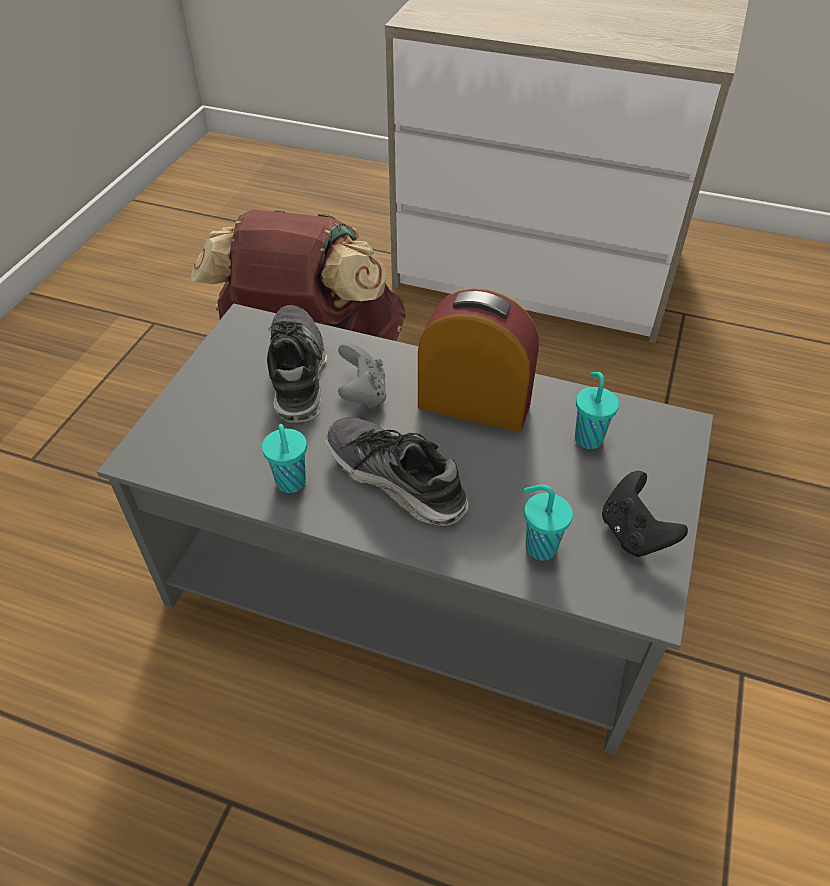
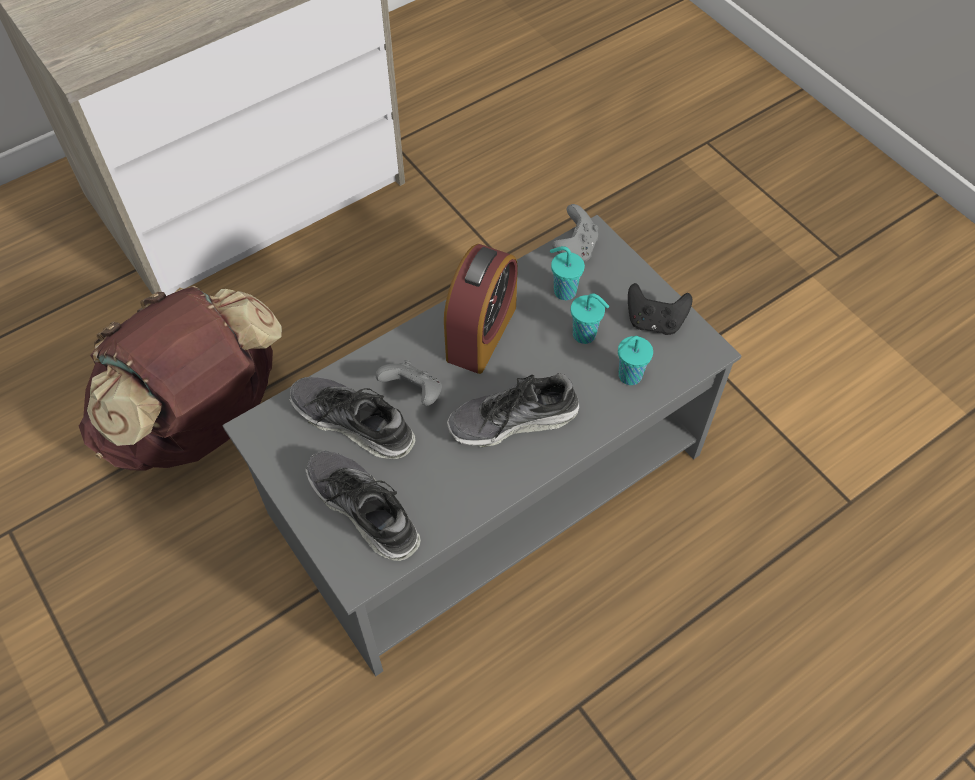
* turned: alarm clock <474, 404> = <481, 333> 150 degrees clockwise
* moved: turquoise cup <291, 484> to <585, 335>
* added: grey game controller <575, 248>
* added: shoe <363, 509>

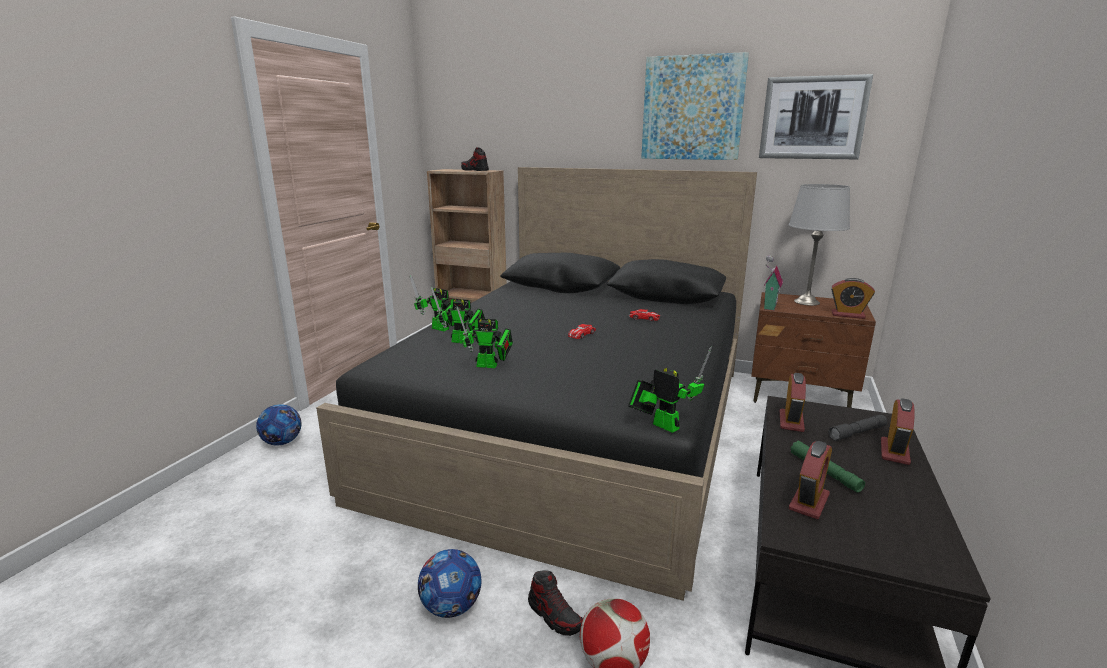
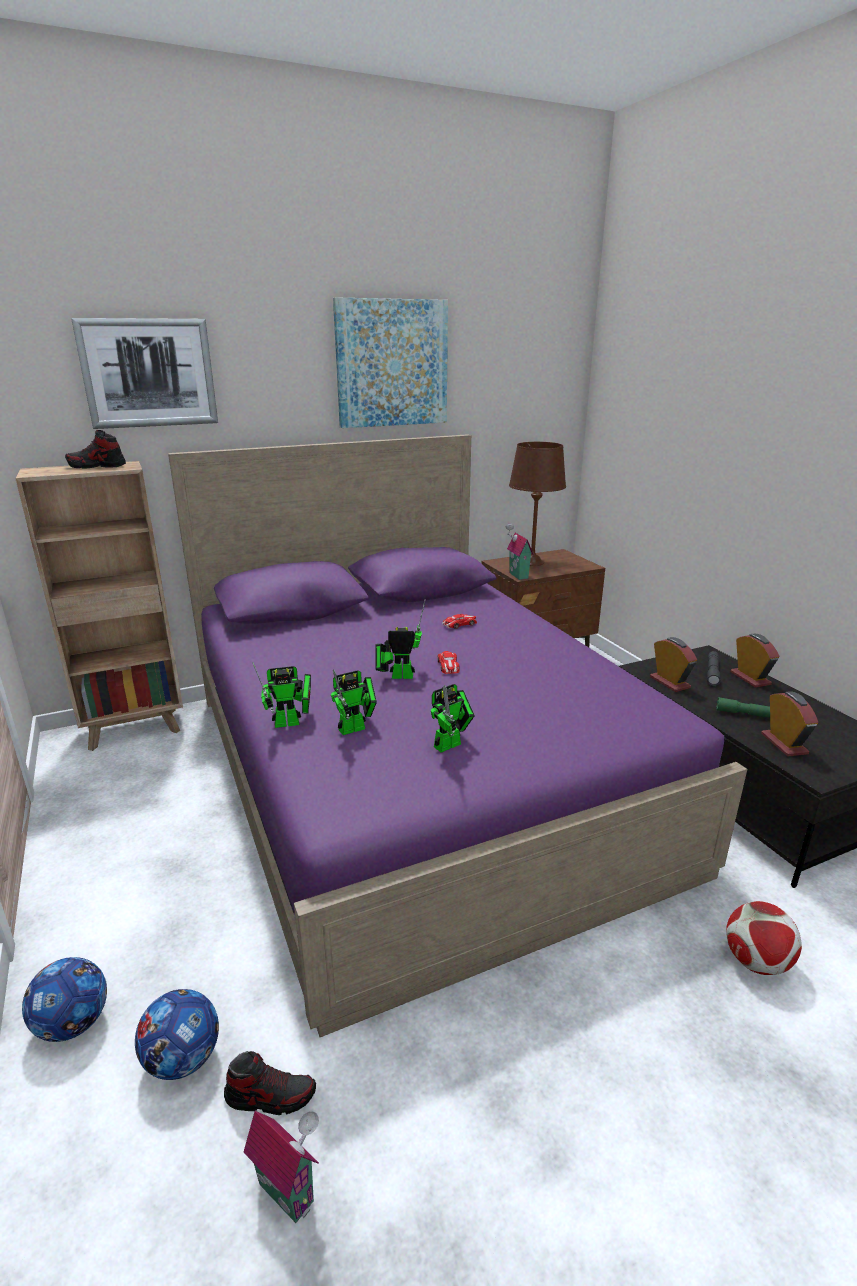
* moved: picture <812, 118> to <149, 373>
* recoloured: black bed <576, 425> to purple bed <416, 773>
* recoloured: grey table lamp <806, 302> to brown table lamp <531, 562>
* removed: alarm clock <848, 315>
* moved: toy robot <662, 425> to <398, 676>
* moved: football <451, 607> to <183, 1058>
* moved: shoe <555, 615> to <271, 1096>
* added: toy house <289, 1189>

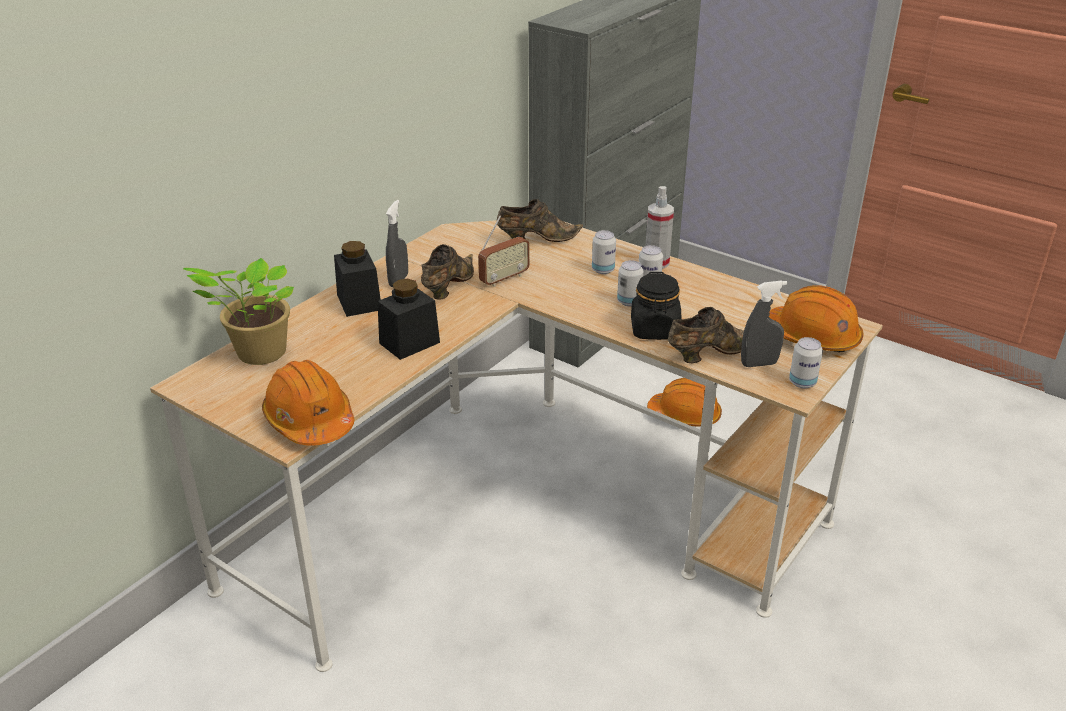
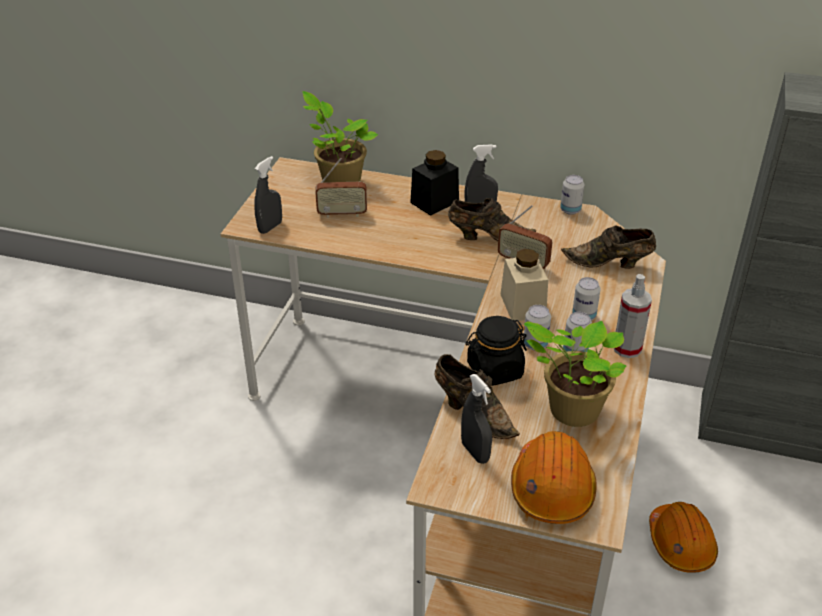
* turned: brown shoe <536, 240> = <609, 263> 135 degrees clockwise
* removed: black jar <409, 343>
* moved: can <802, 382> to <570, 210>
* replaced: orange hard hat <309, 420> to grey spray bottle <270, 227>
* added: radio <342, 214>
* added: beige jar <522, 305>
* added: potted plant <570, 410>

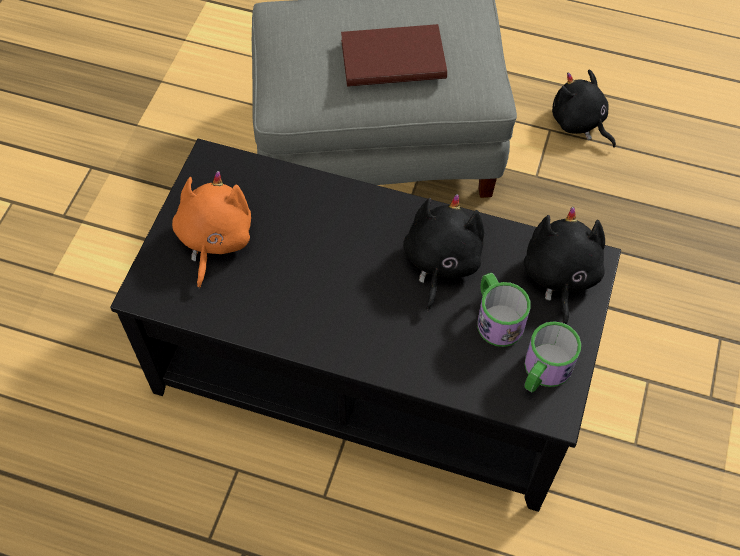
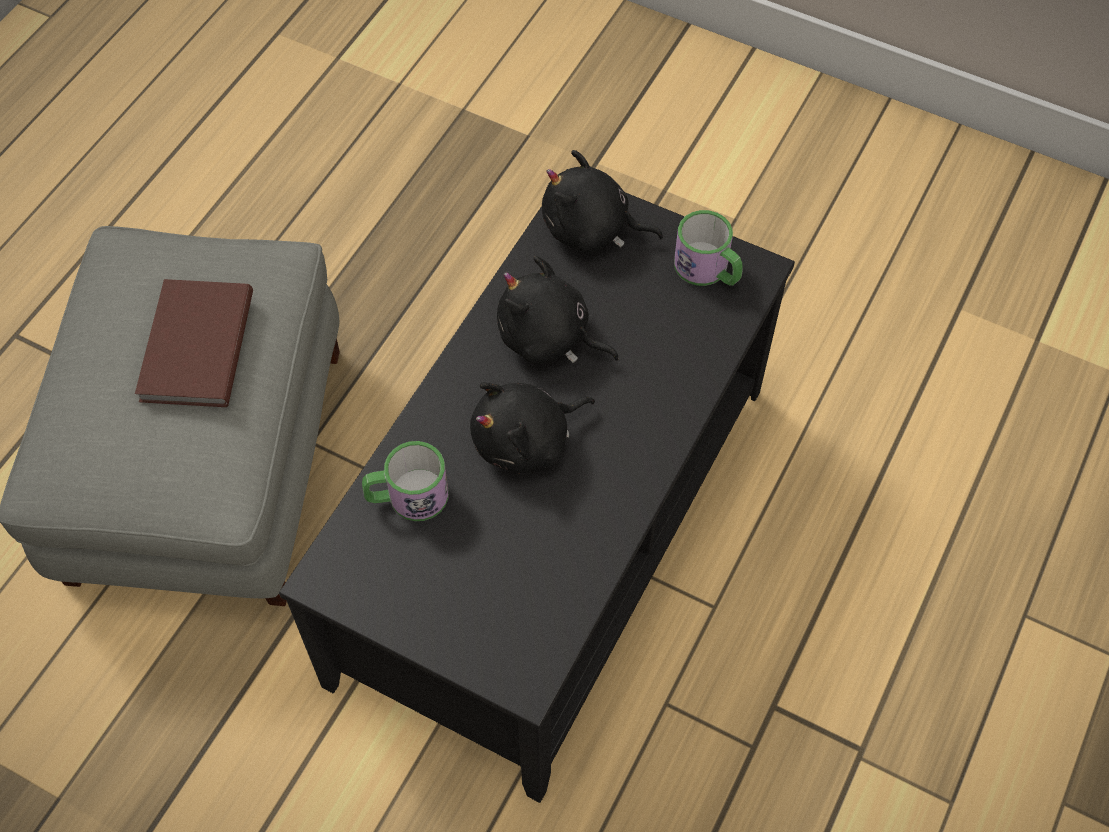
* moved: black plush toy <579, 123> to <527, 441>
* removed: orange plush toy <214, 239>
* moved: mug <496, 318> to <407, 497>

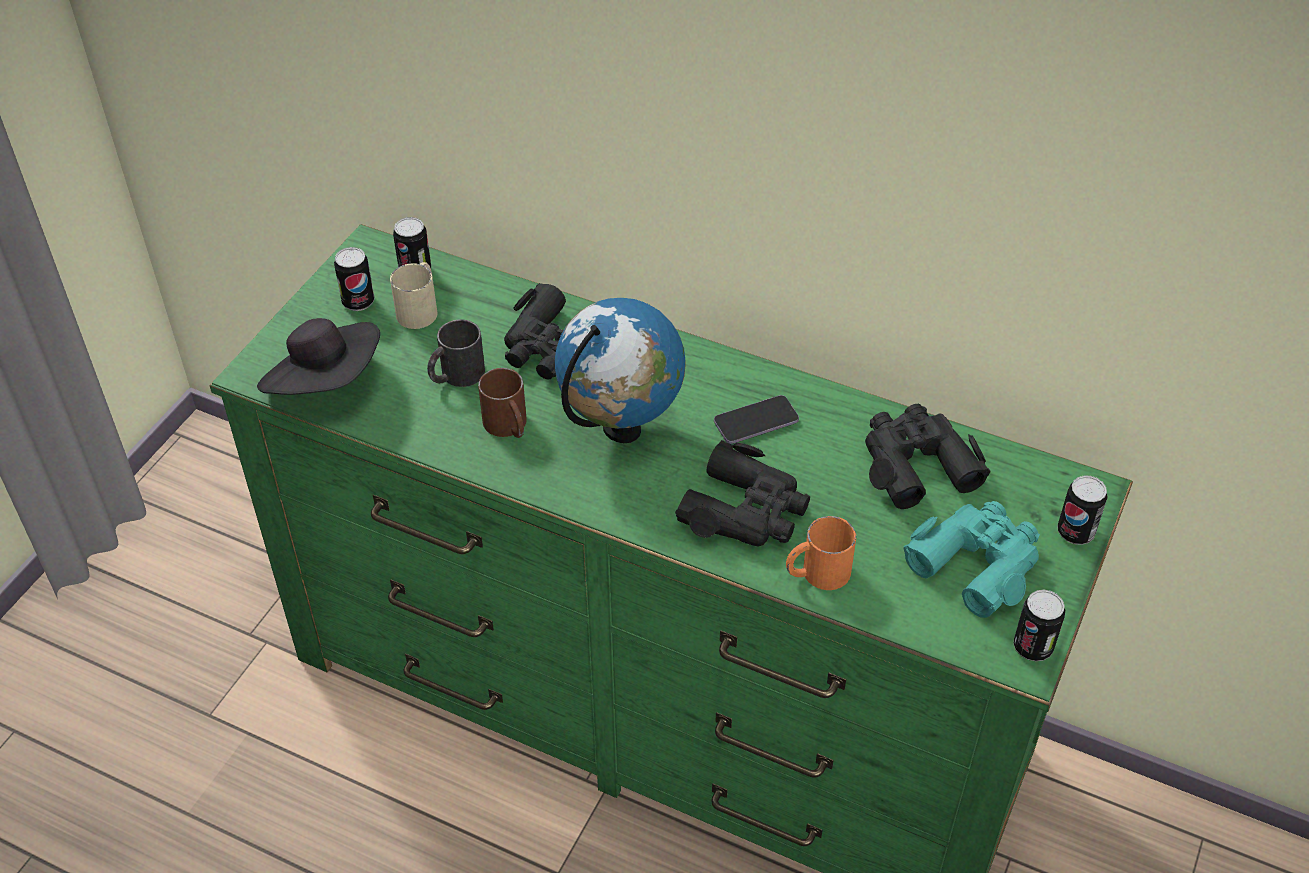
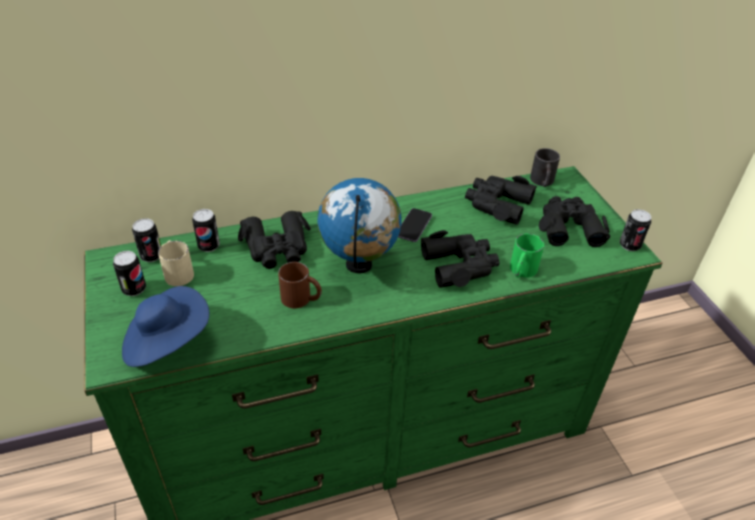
* recoloured: black hat <326, 384> to blue hat <167, 342>
* moved: black mug <456, 376> to <542, 182>
* moved: can <1075, 532> to <209, 246>
* recoloured: turquoise binoculars <977, 562> to black binoculars <569, 227>
* recoloured: orange mug <817, 573> to green mug <521, 271>

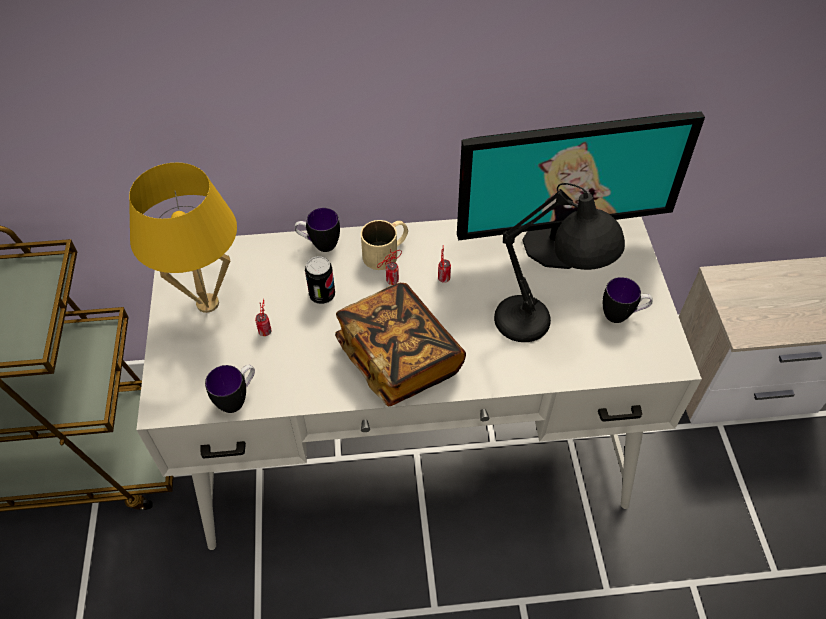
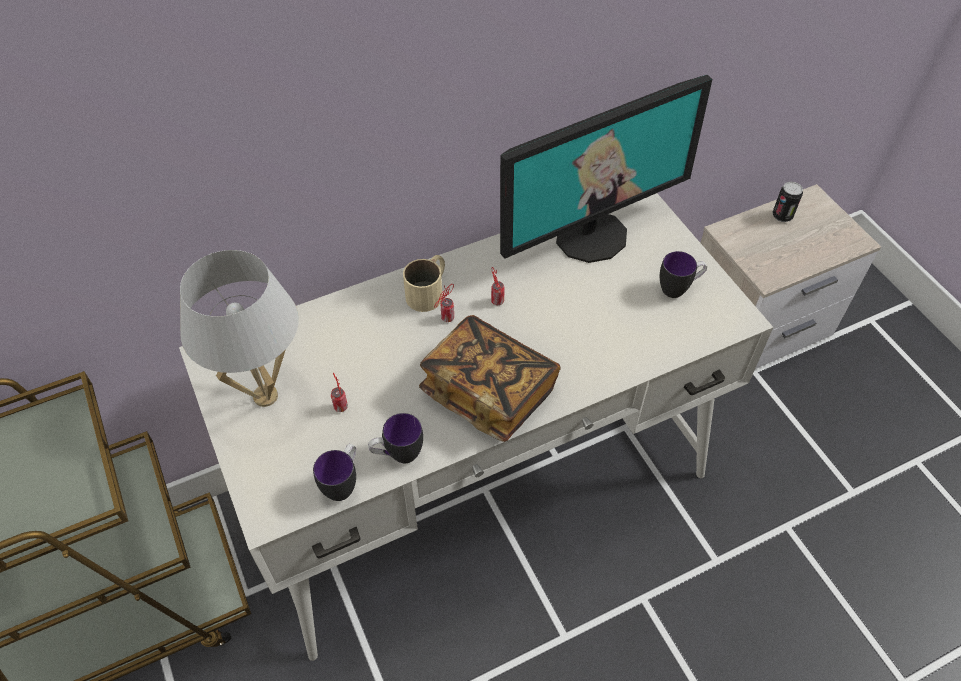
* recoloured: yellow table lamp <207, 303> to white table lamp <265, 396>
* removed: black table lamp <541, 332>
* moved: mug <319, 244> to <398, 455>
* moved: can <322, 295> to <782, 216>

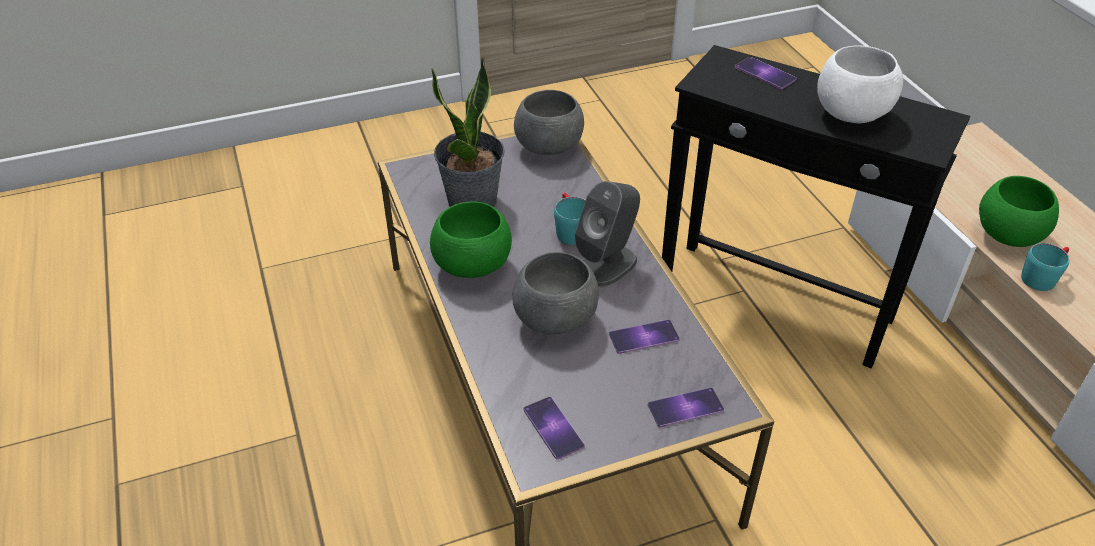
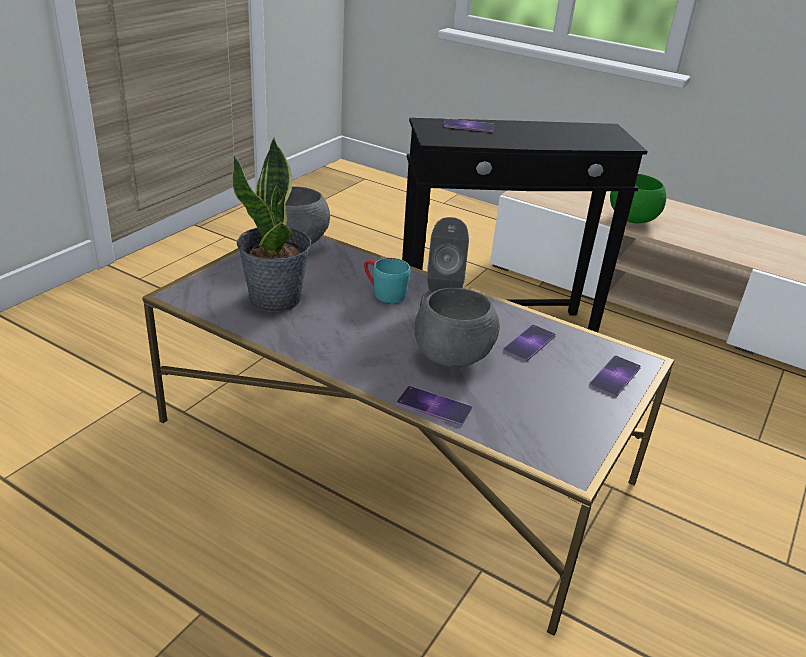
* removed: white bowl <852, 114>
* removed: green bowl <473, 267>
* removed: turquoise mug <1042, 276>
* moved: phone <553, 428> to <434, 406>

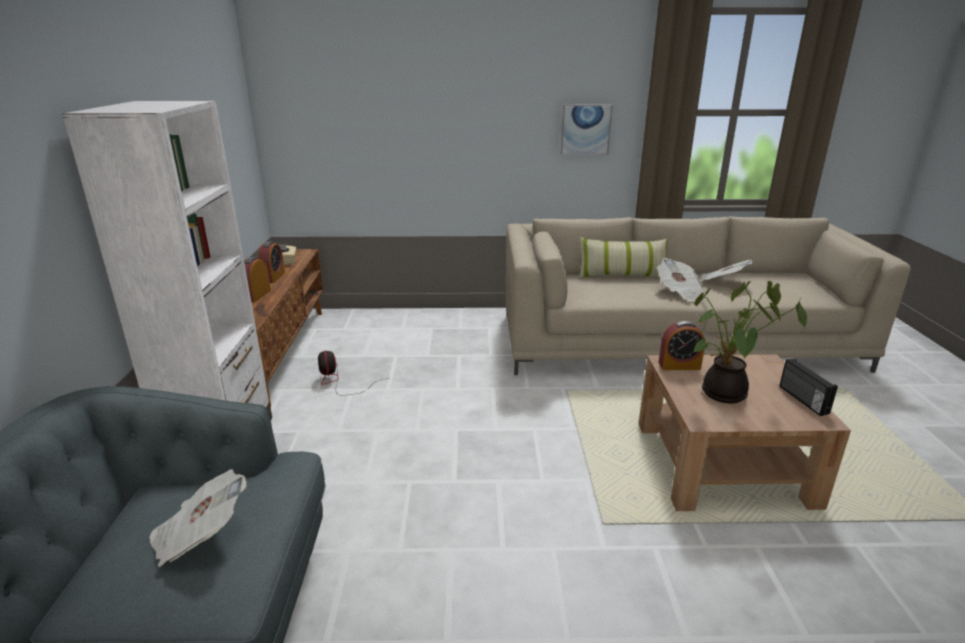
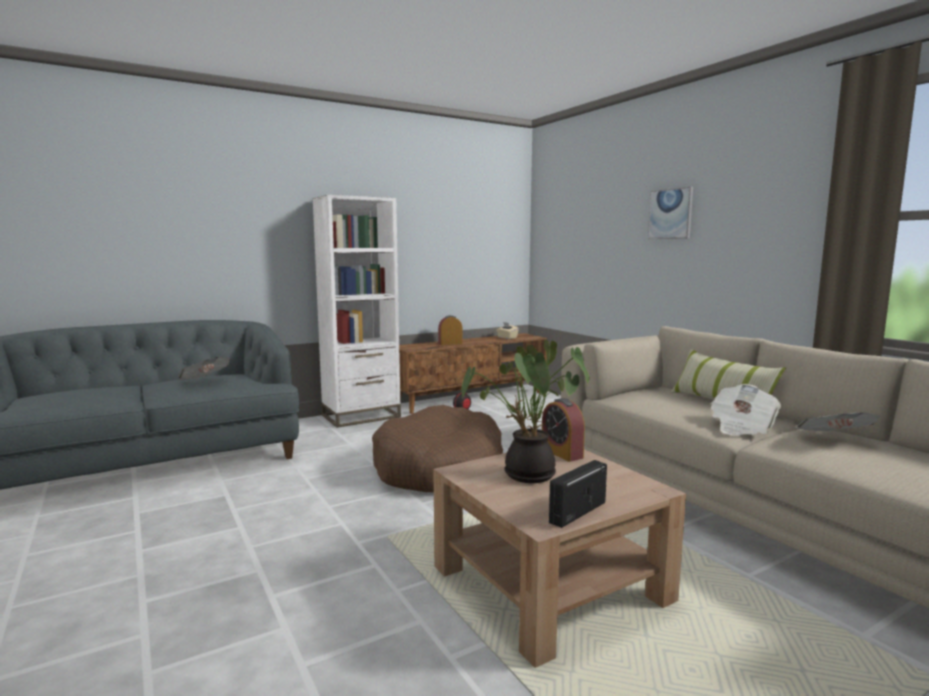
* moved: picture <585, 129> to <670, 214>
* removed: alarm clock <273, 277>
* added: brown dog bed <438, 467>

